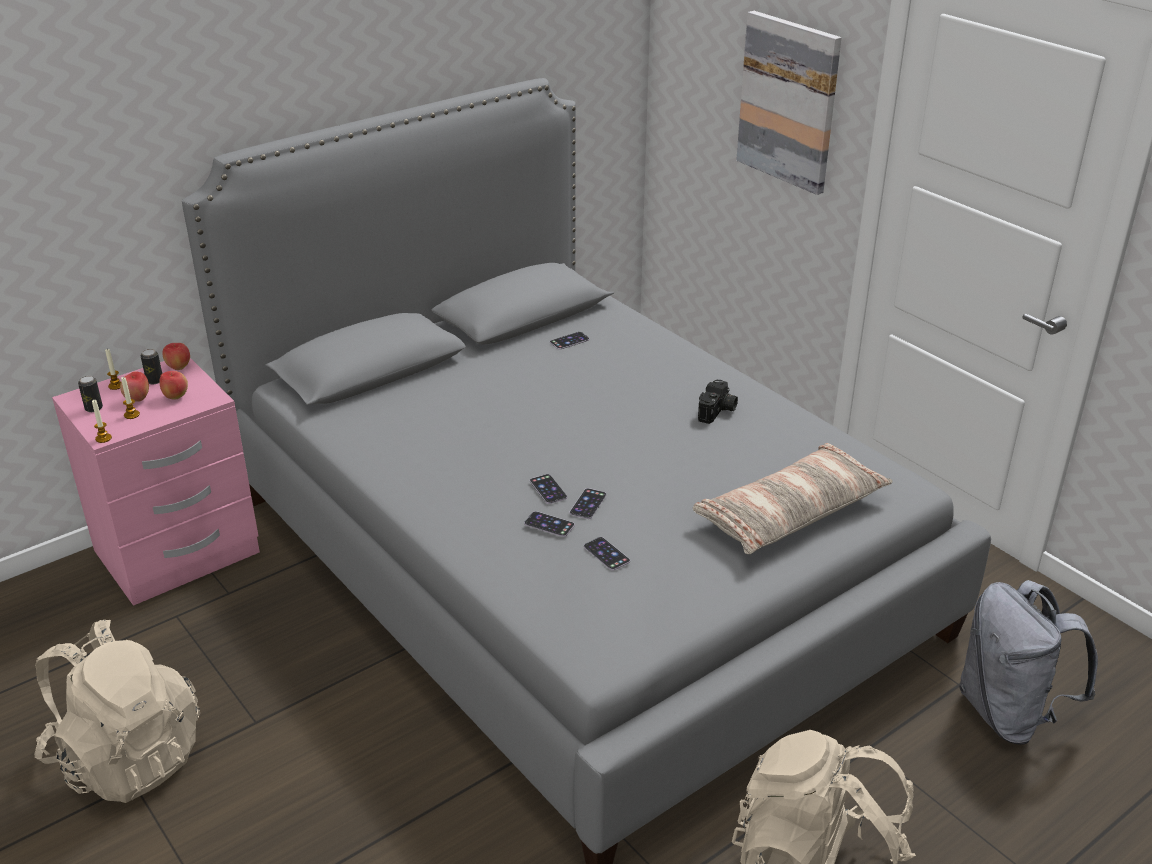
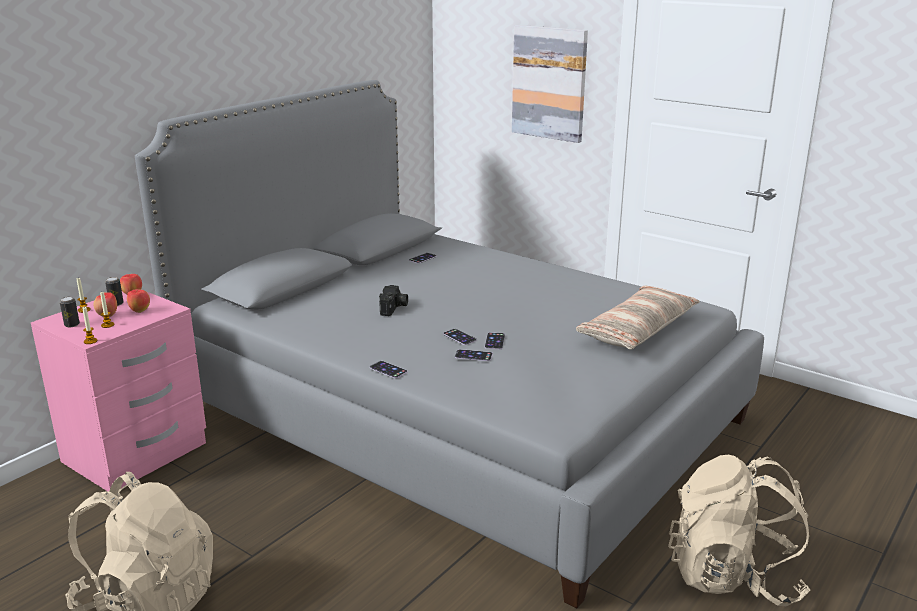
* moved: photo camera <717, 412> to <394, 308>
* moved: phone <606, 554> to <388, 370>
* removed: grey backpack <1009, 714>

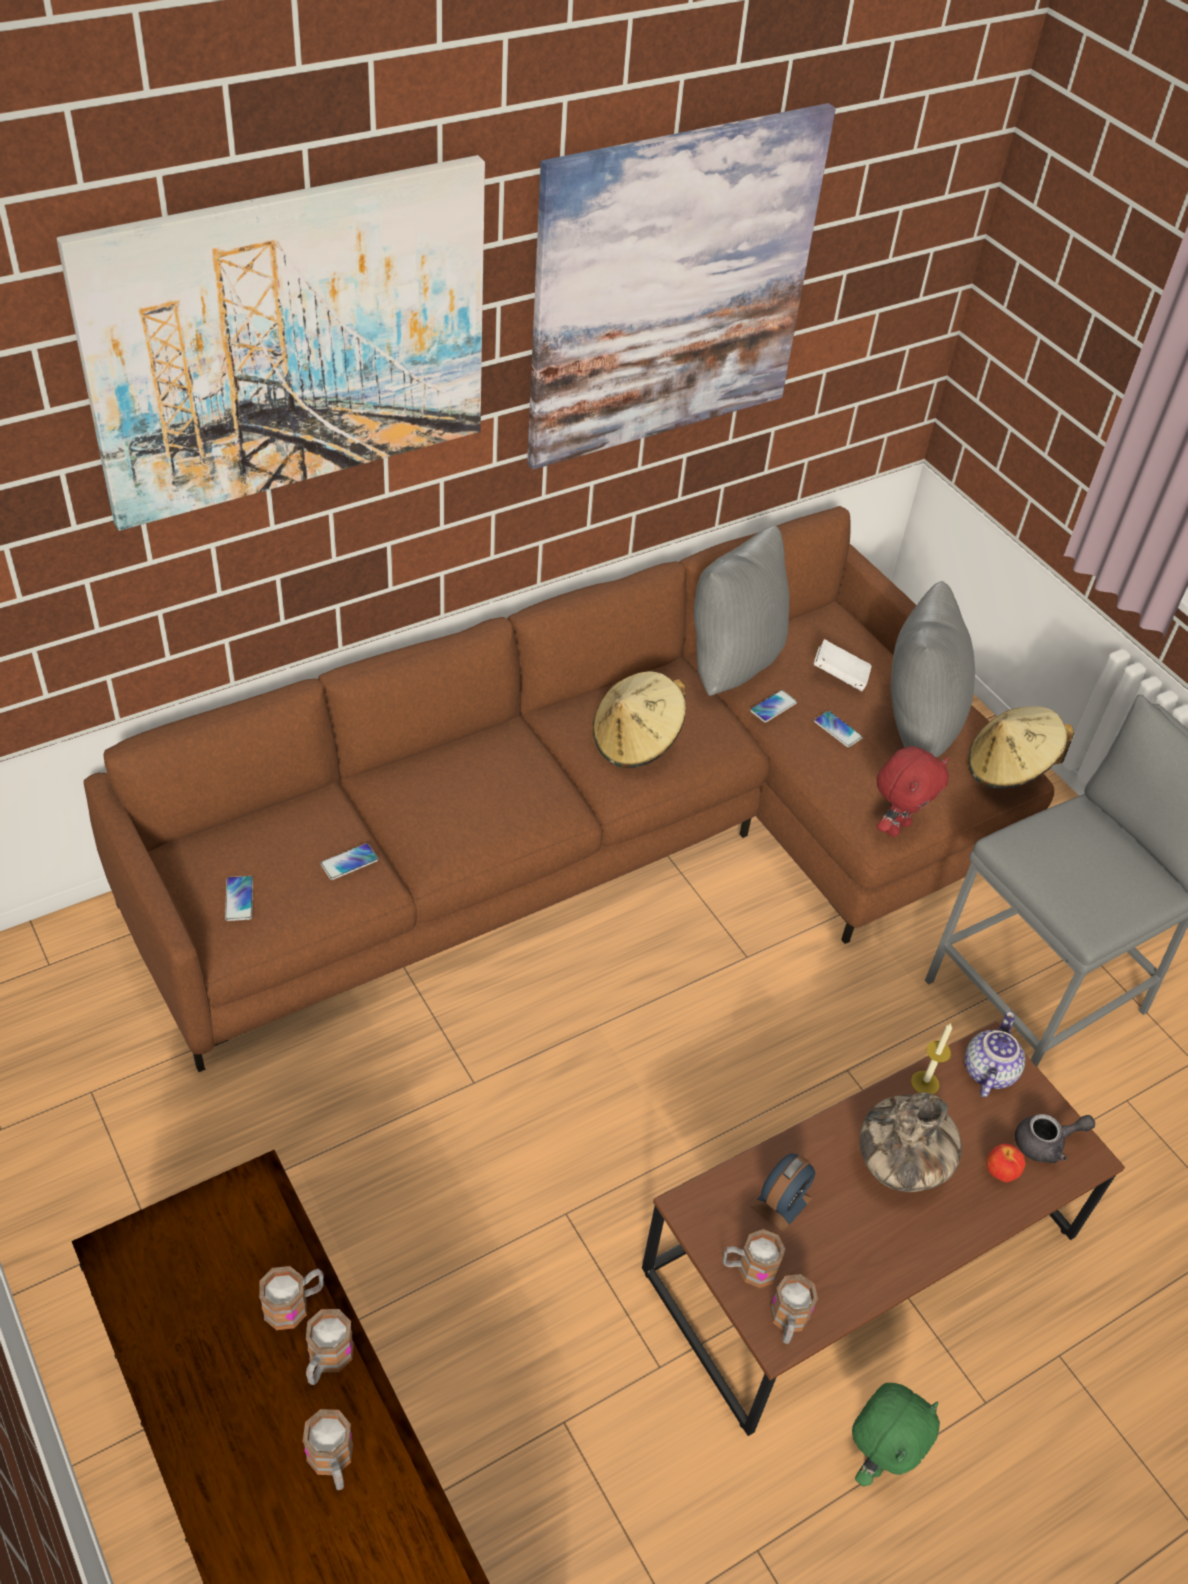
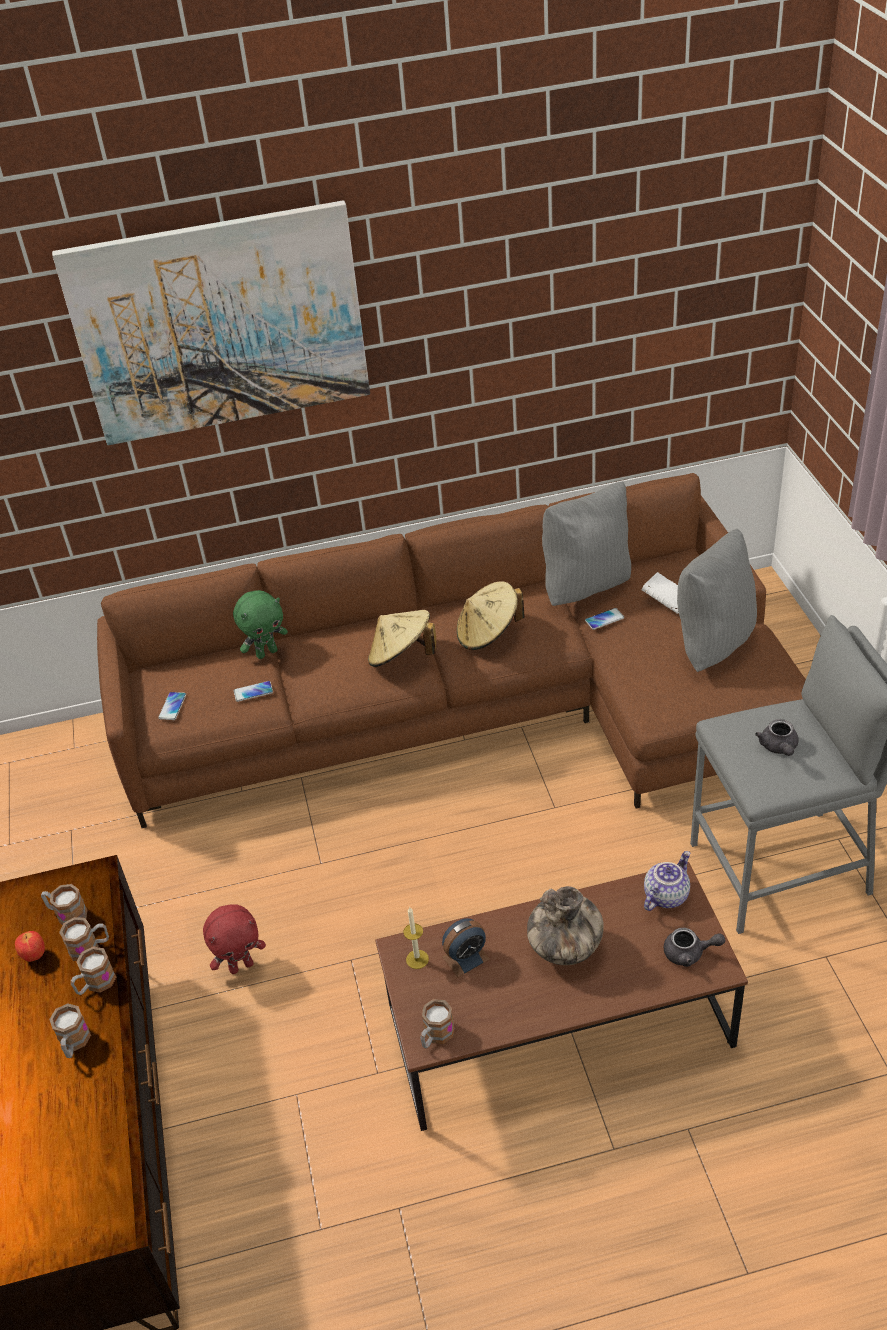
* removed: picture <672, 289>
* moved: beige hat <1008, 769> to <401, 656>
* removed: phone <837, 730>
* moved: red plush toy <896, 826> to <241, 966>
* moved: candle <925, 1083> to <417, 959>
* moved: apple <1000, 1173> to <34, 955>
* moved: mug <748, 1268> to <67, 914>
* moved: green plush toy <876, 1458> to <266, 653>
* added: grey teapot <779, 748>

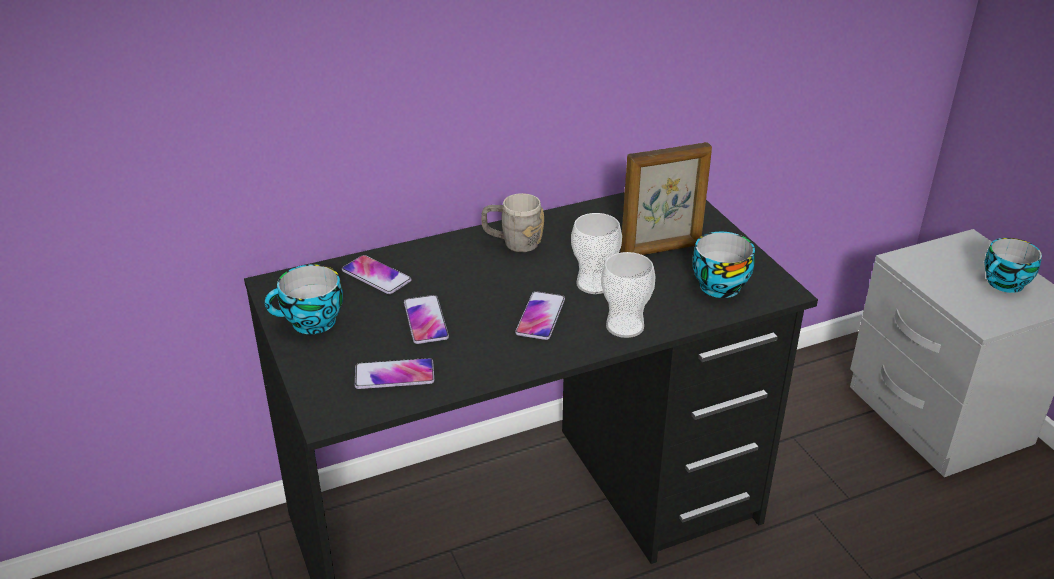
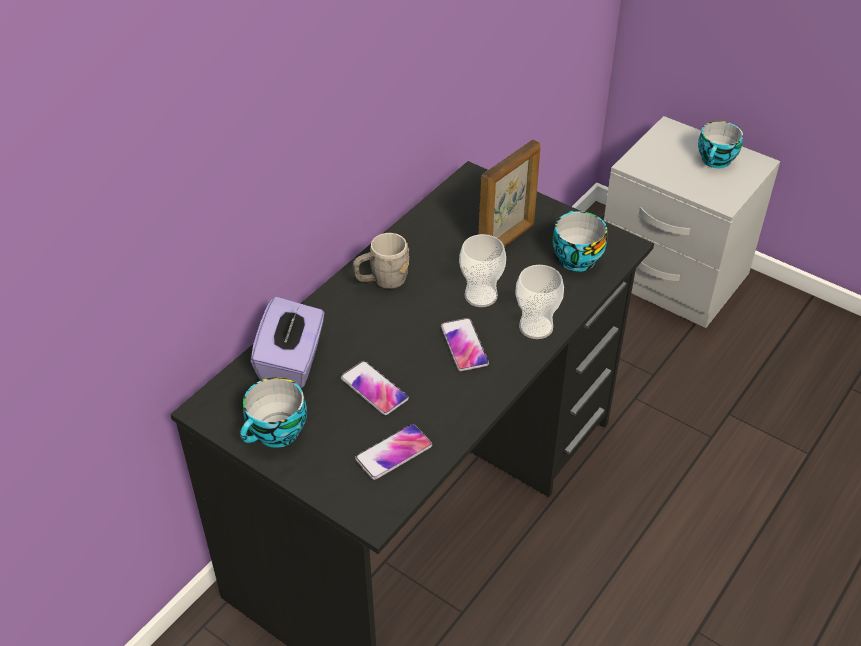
* replaced: phone <376, 276> to purple tissue box <292, 361>

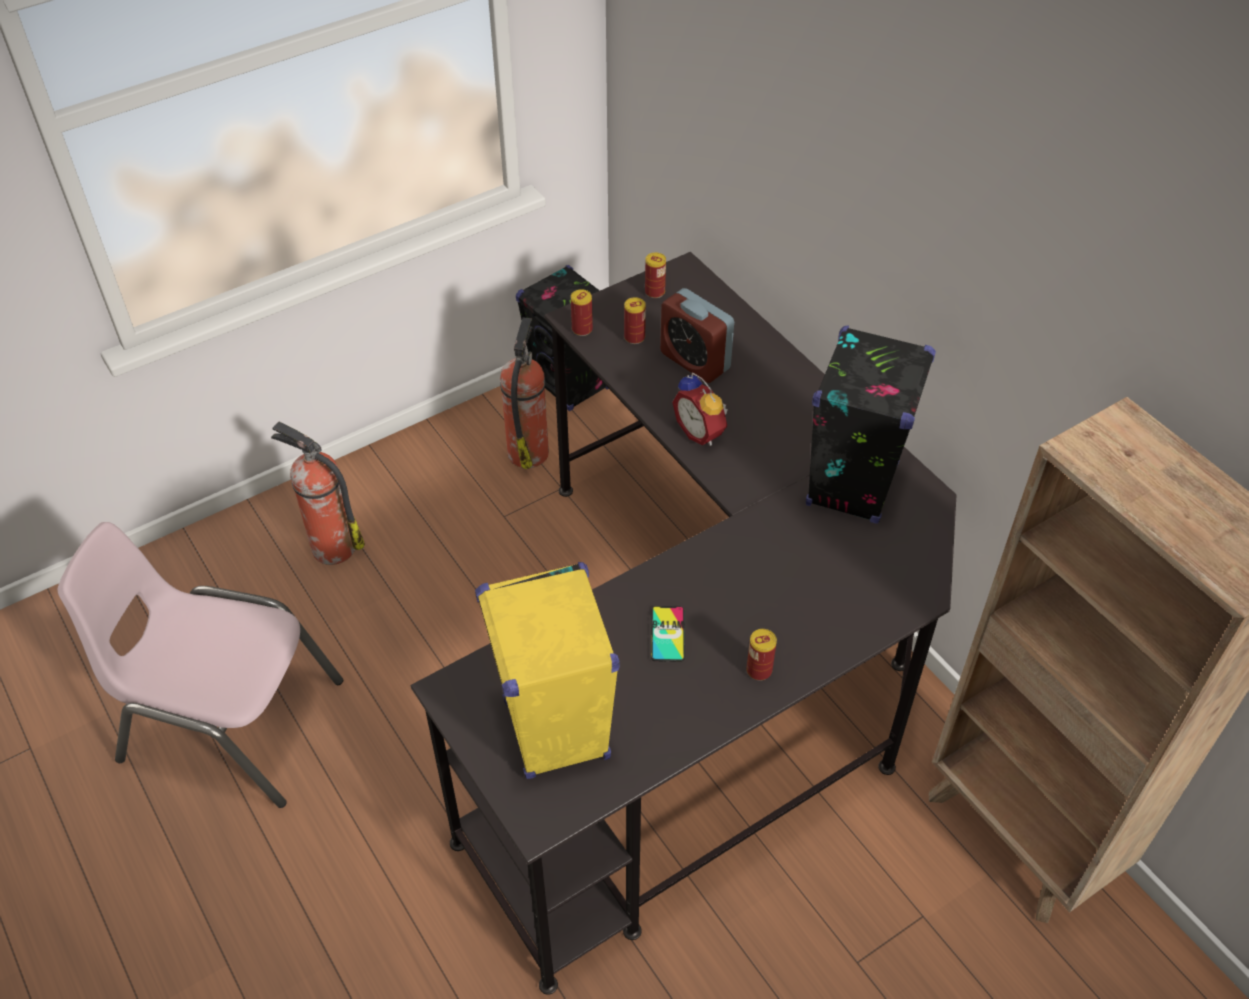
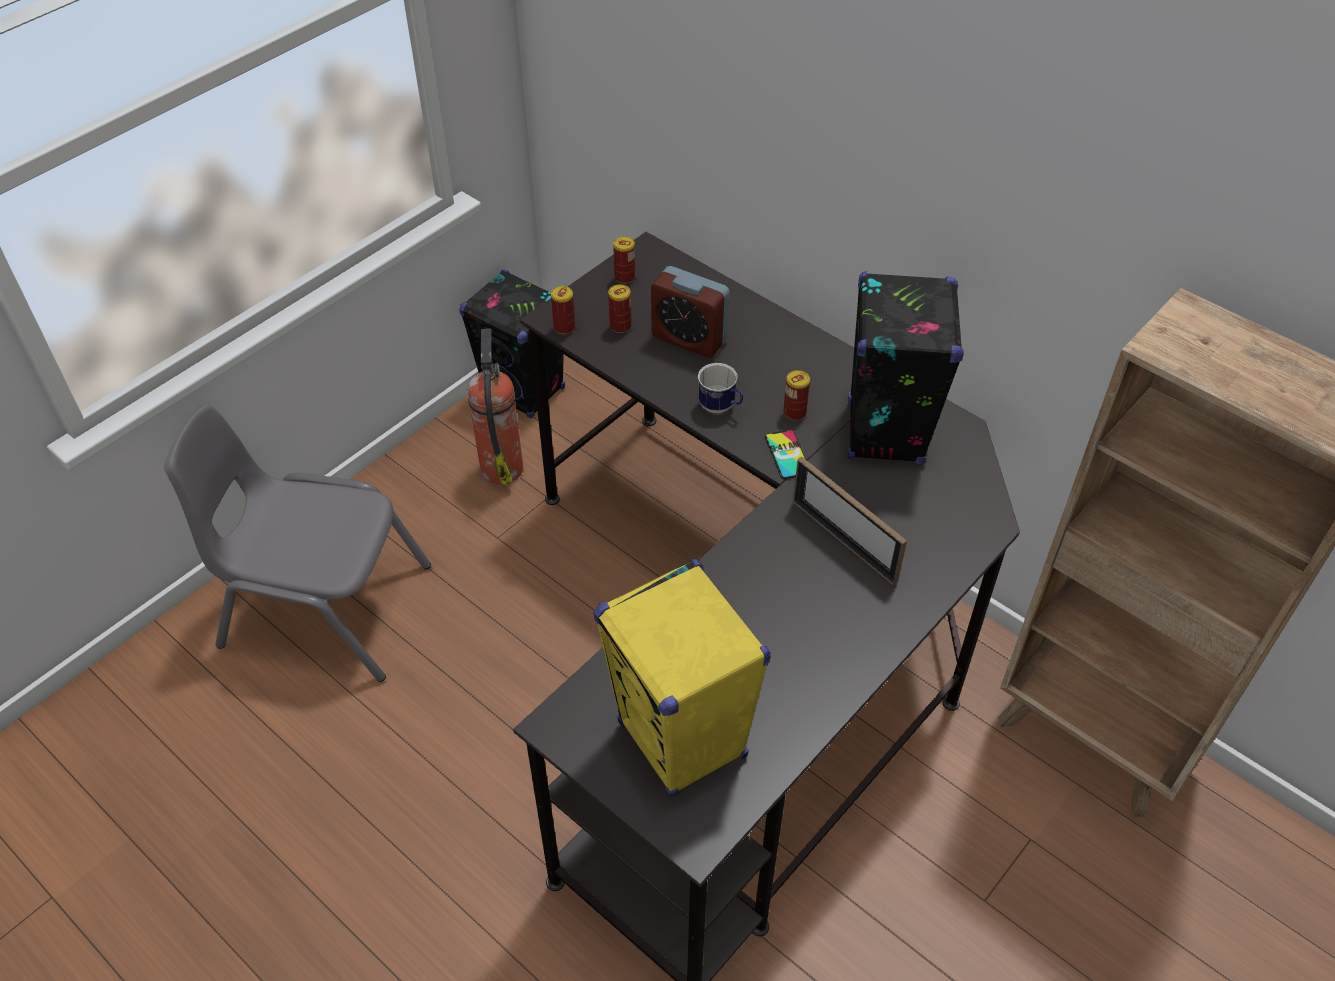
* replaced: alarm clock <701, 432> to mug <721, 407>
* replaced: fire extinguisher <331, 546> to grey chair <324, 606>
* removed: pink chair <230, 721>
* moved: phone <667, 634> to <787, 455>
* moved: can <759, 670> to <794, 412>
* added: picture frame <843, 541>

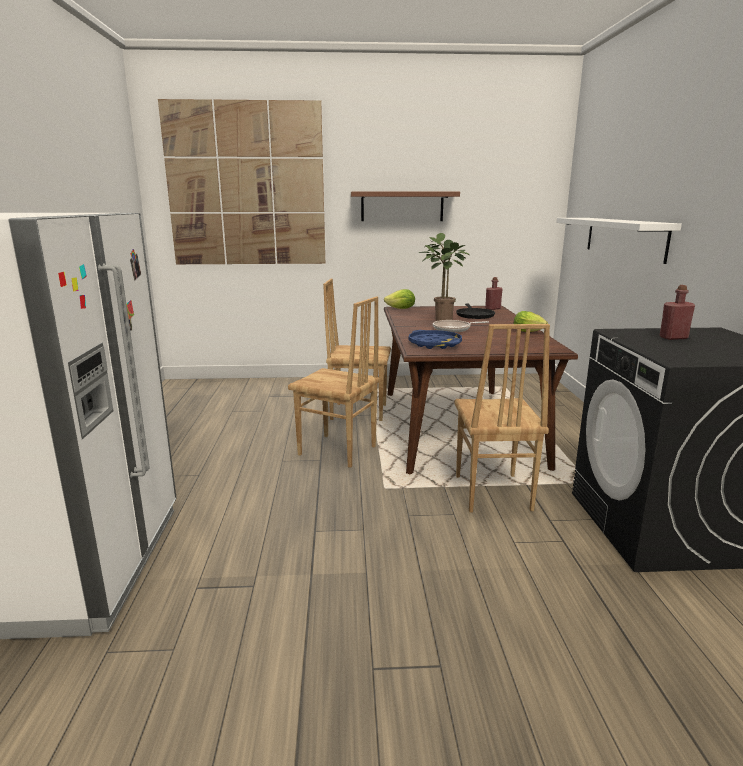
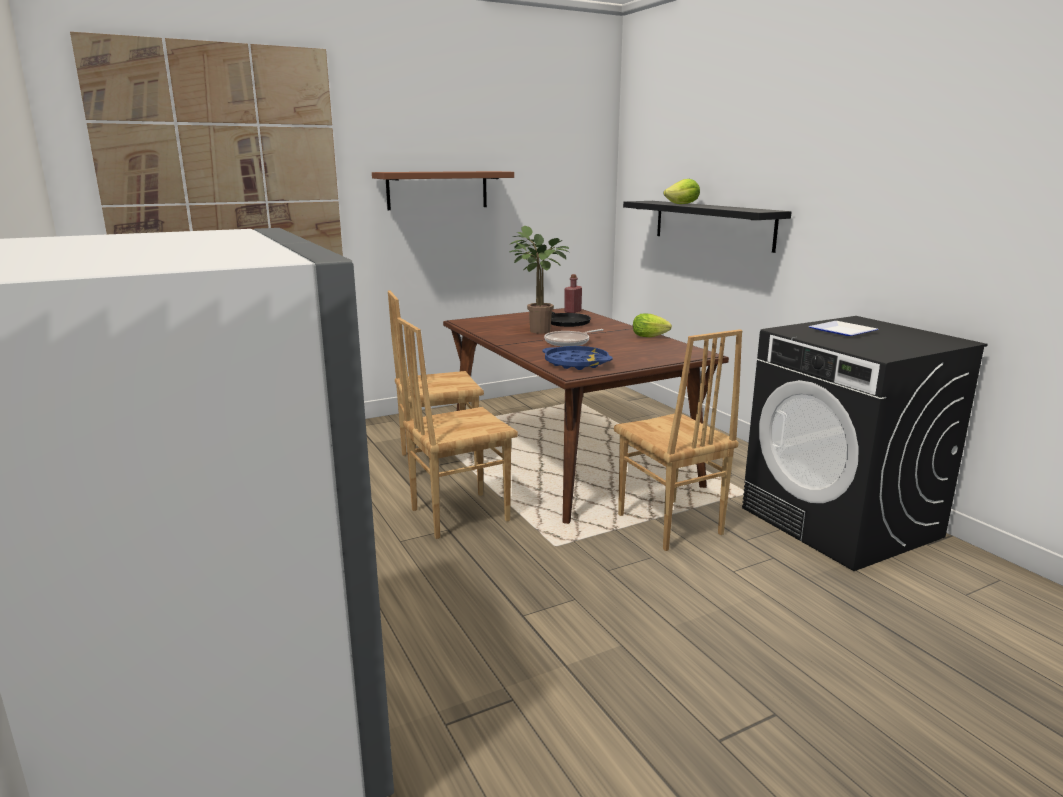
* recoloured: white shelf <624, 238> to black shelf <712, 224>
* replaced: red bottle <673, 338> to plate <840, 331>
* moved: lettuce <401, 309> to <682, 204>
* turned: brown chair <337, 451> = <458, 514> 150 degrees clockwise

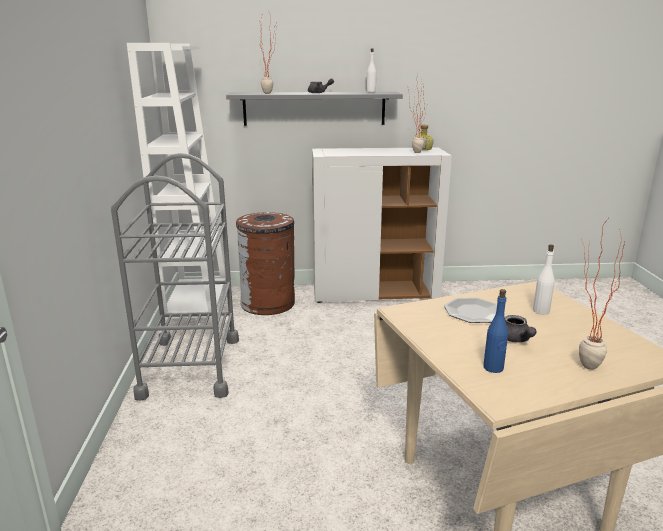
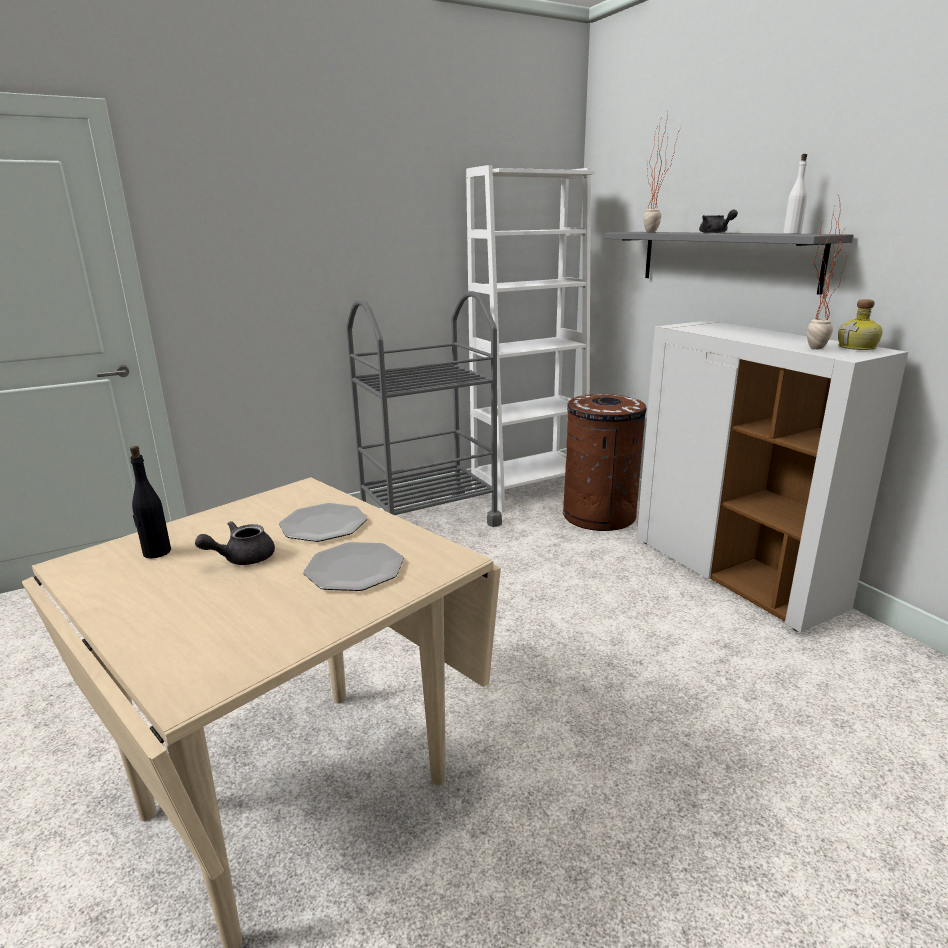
* removed: potted plant <580, 364>
* replaced: white bottle <540, 311> to plate <354, 569>
* recoloured: blue bottle <493, 368> to black bottle <156, 552>

